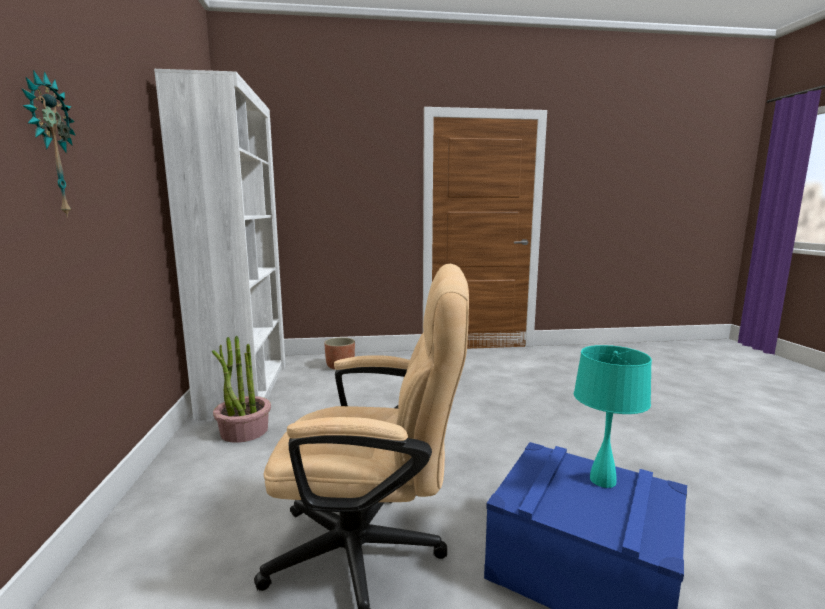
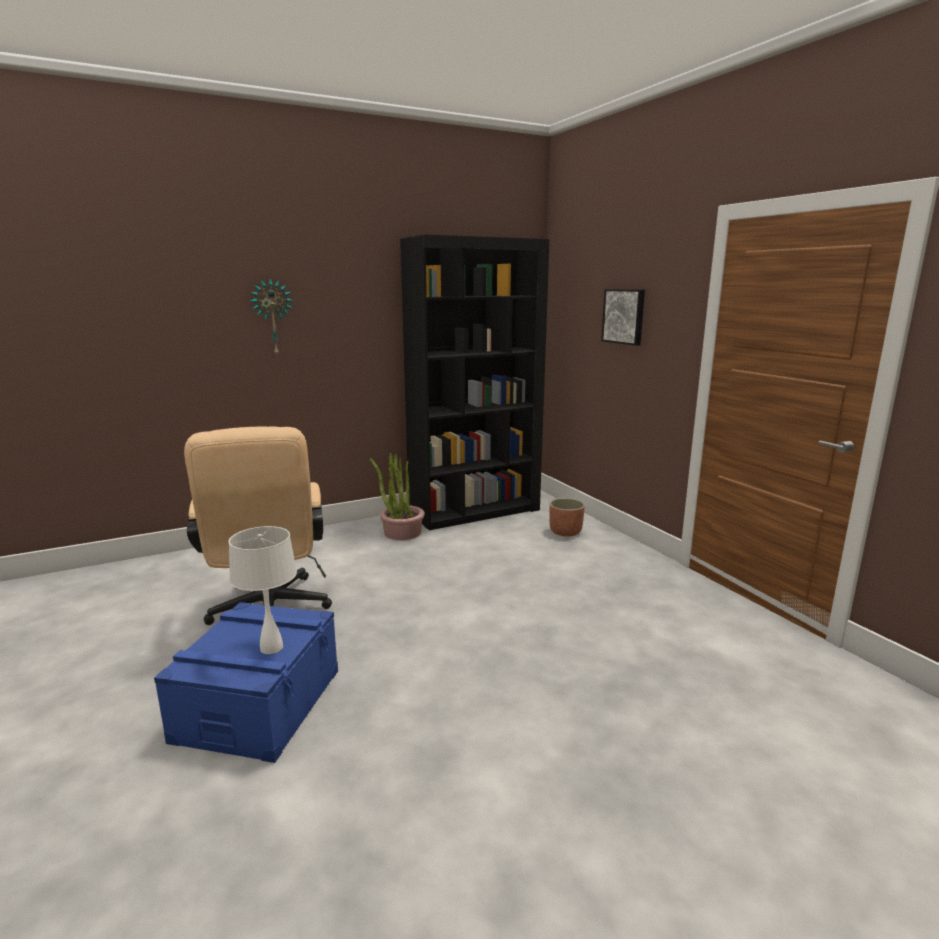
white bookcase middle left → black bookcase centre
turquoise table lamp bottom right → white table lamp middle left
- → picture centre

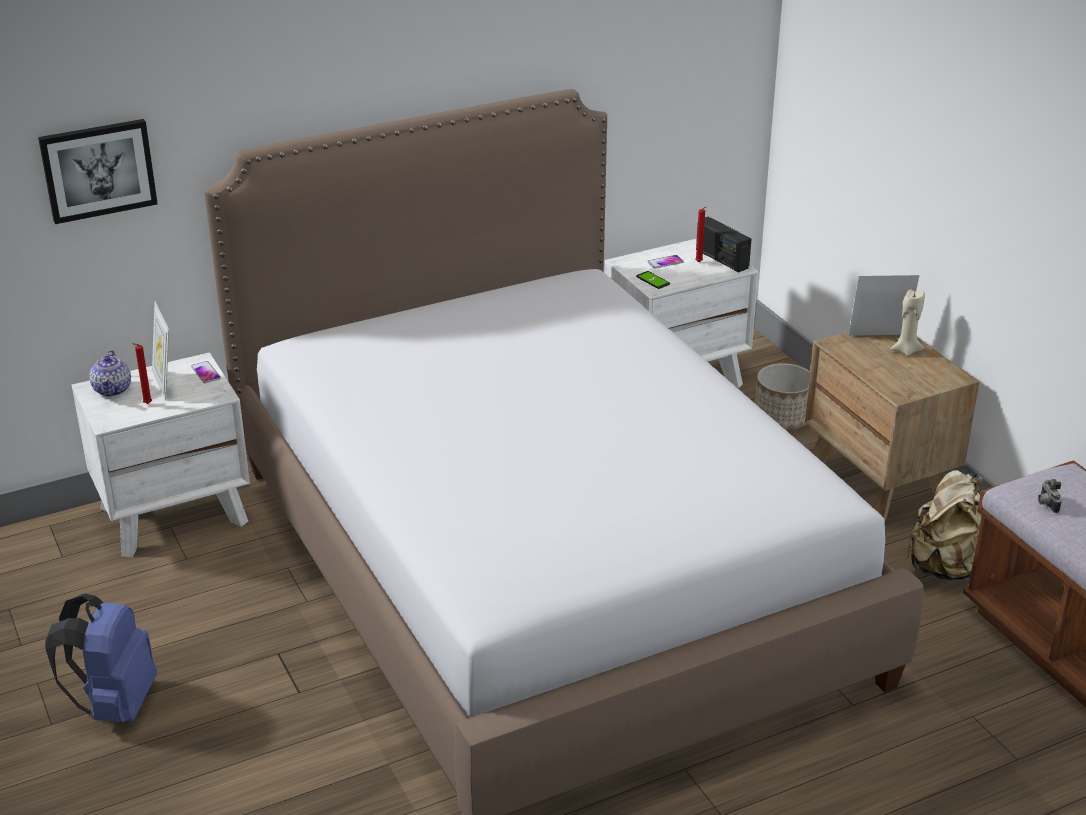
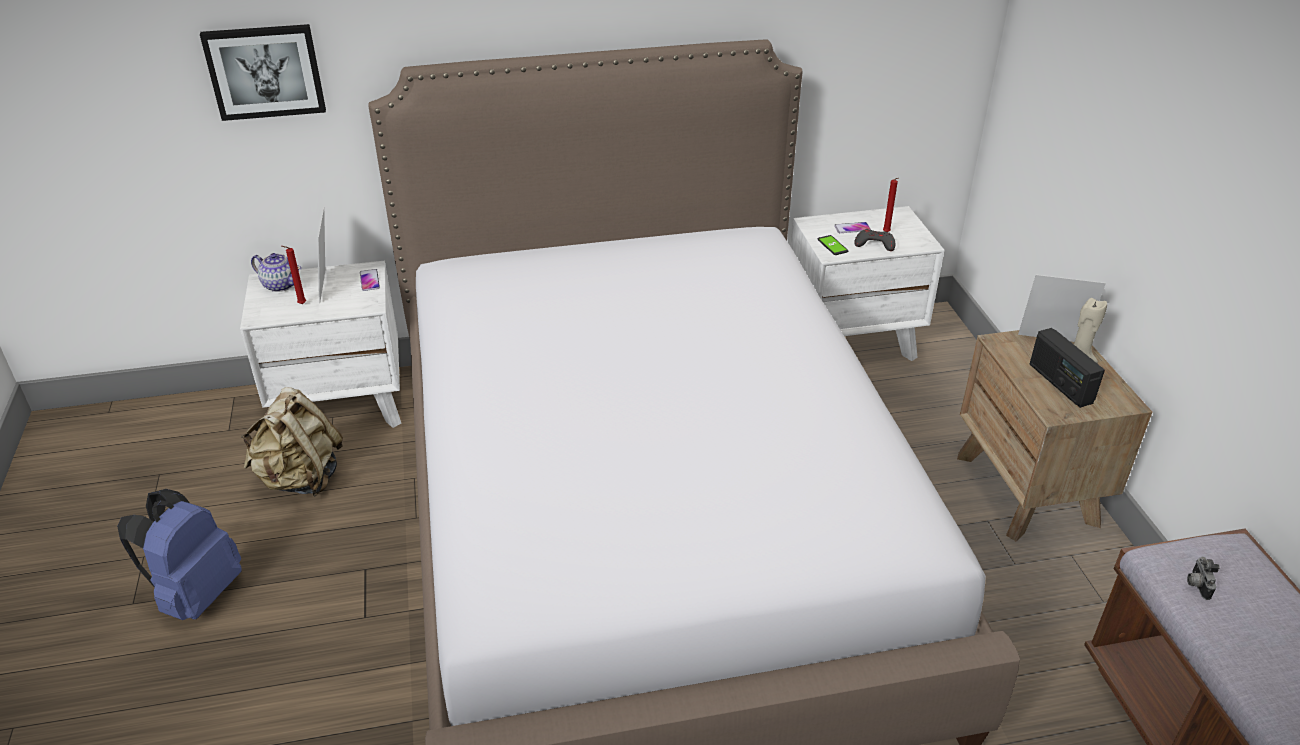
teapot middle left, 75 degrees counterclockwise
radio top right → radio middle right, shifted
planter middle right → -
beige backpack middle right → beige backpack middle left, shifted
- → grey game controller top right

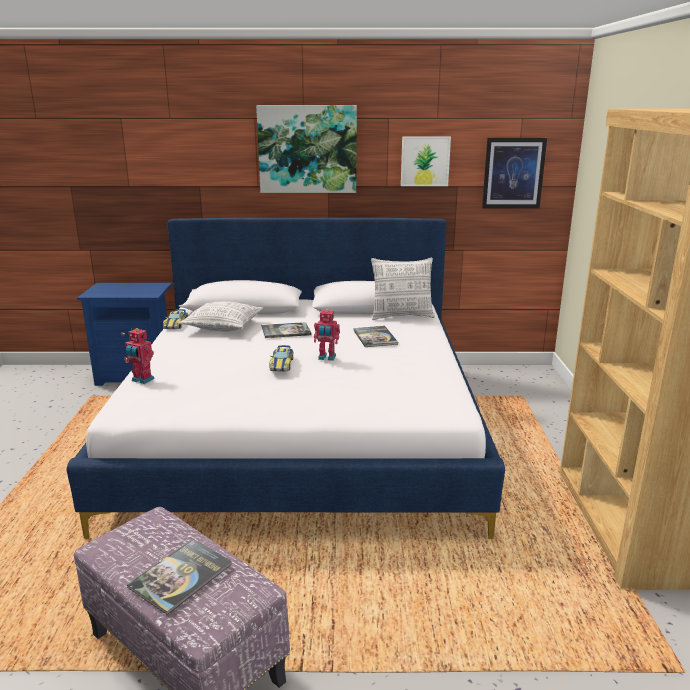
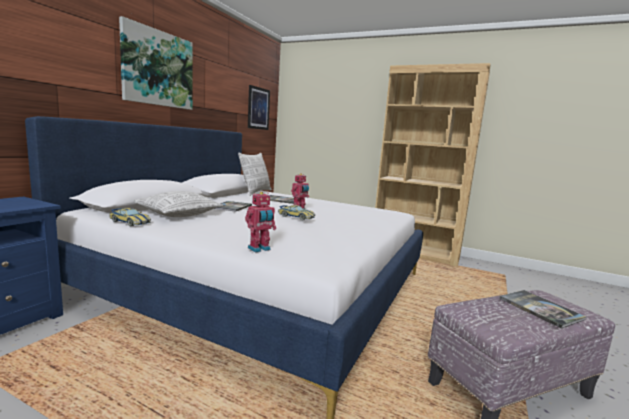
picture (no. 2 from left) top centre → -

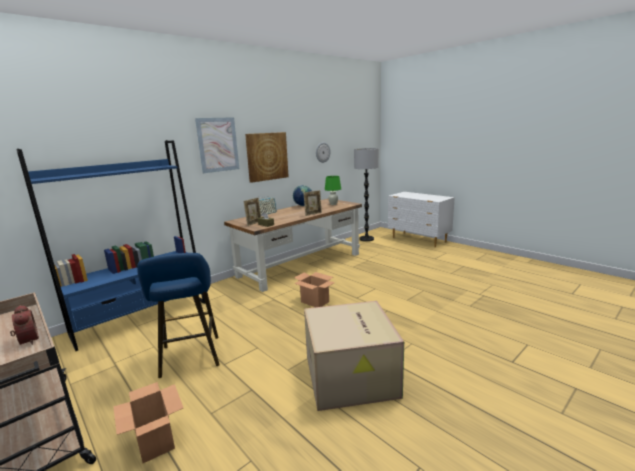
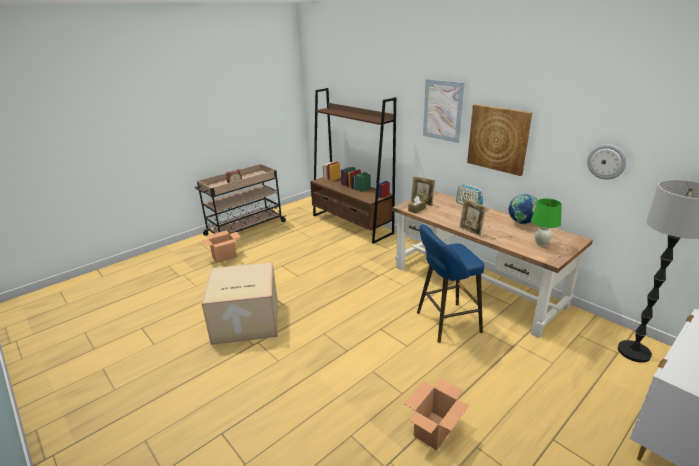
blue bookcase middle left → brown bookcase centre
blue stool bottom left → blue stool centre, shifted
cardboard box (no. 2 from left in the first image) centre → cardboard box (no. 3 from left) bottom centre, shifted

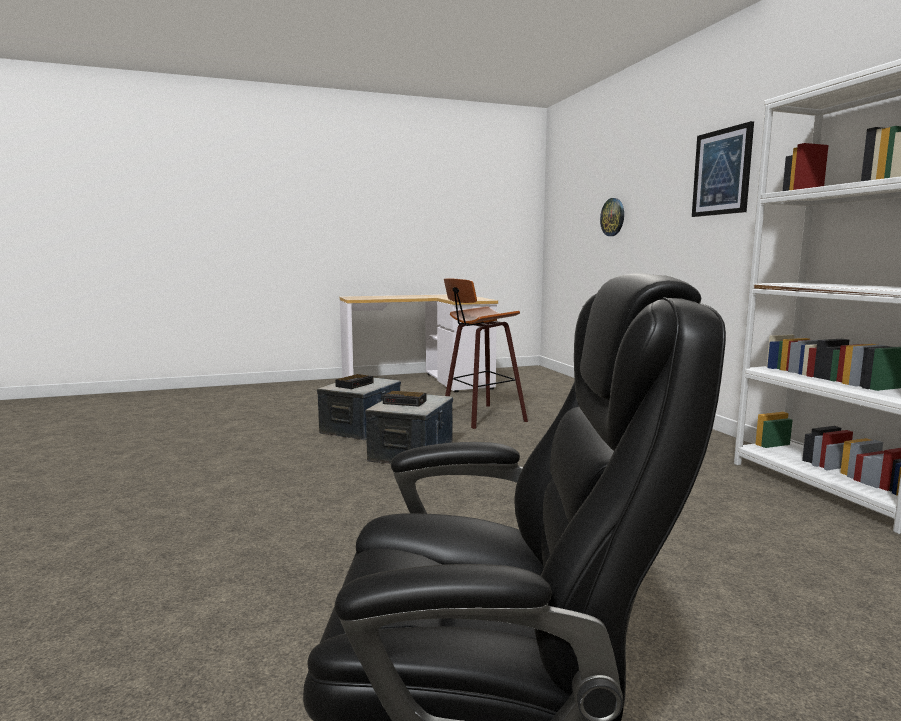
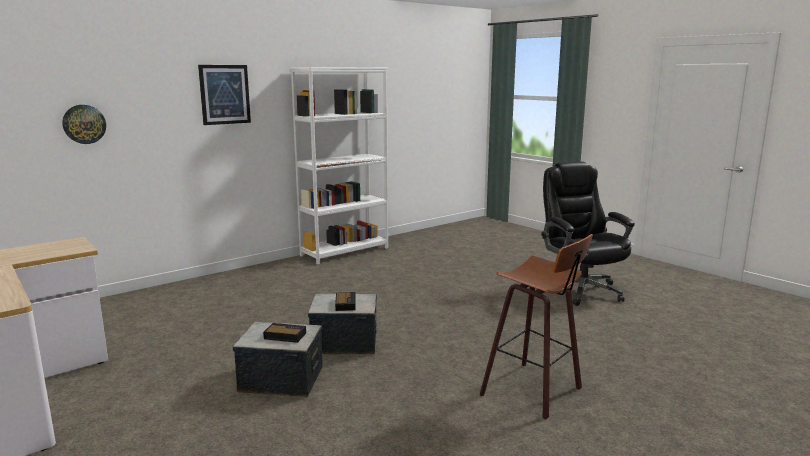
stool centre → stool bottom centre, shifted

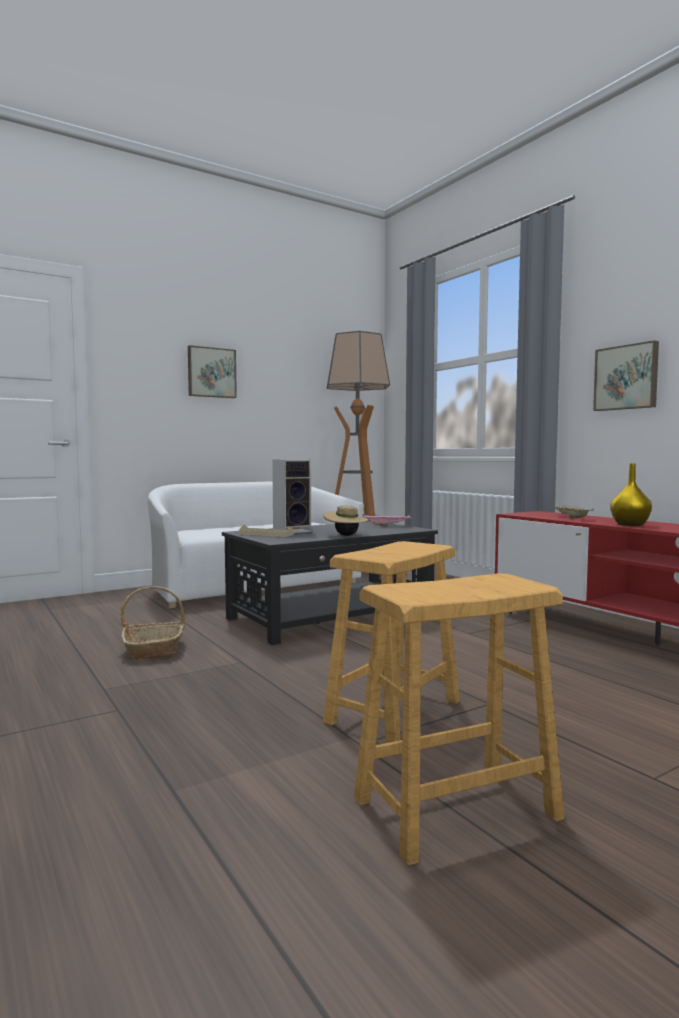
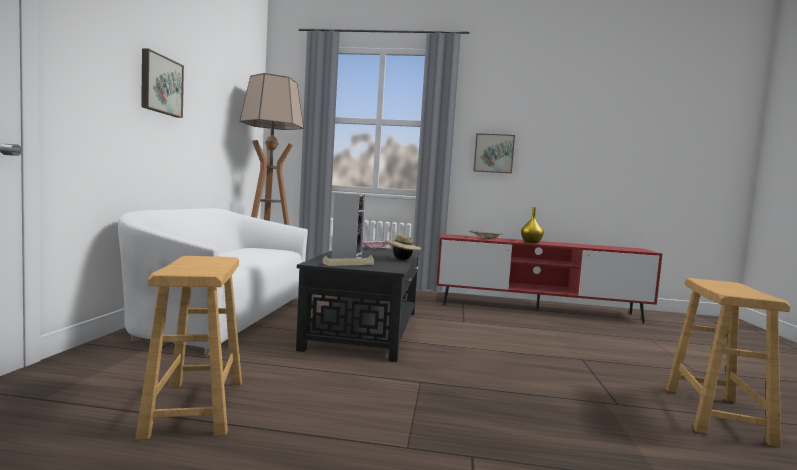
basket middle left → -
brown stool (no. 1 from left) centre → brown stool (no. 1 from left) bottom left, shifted

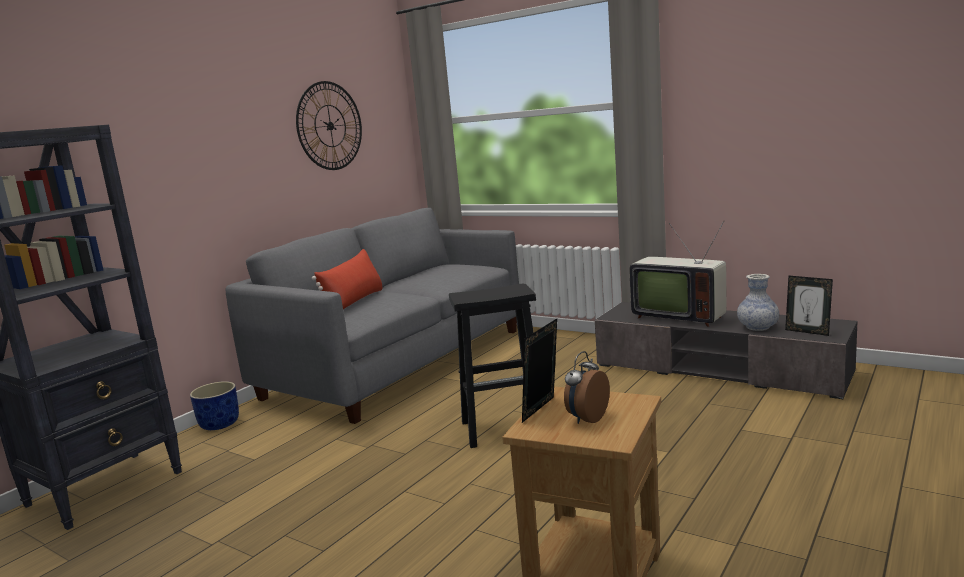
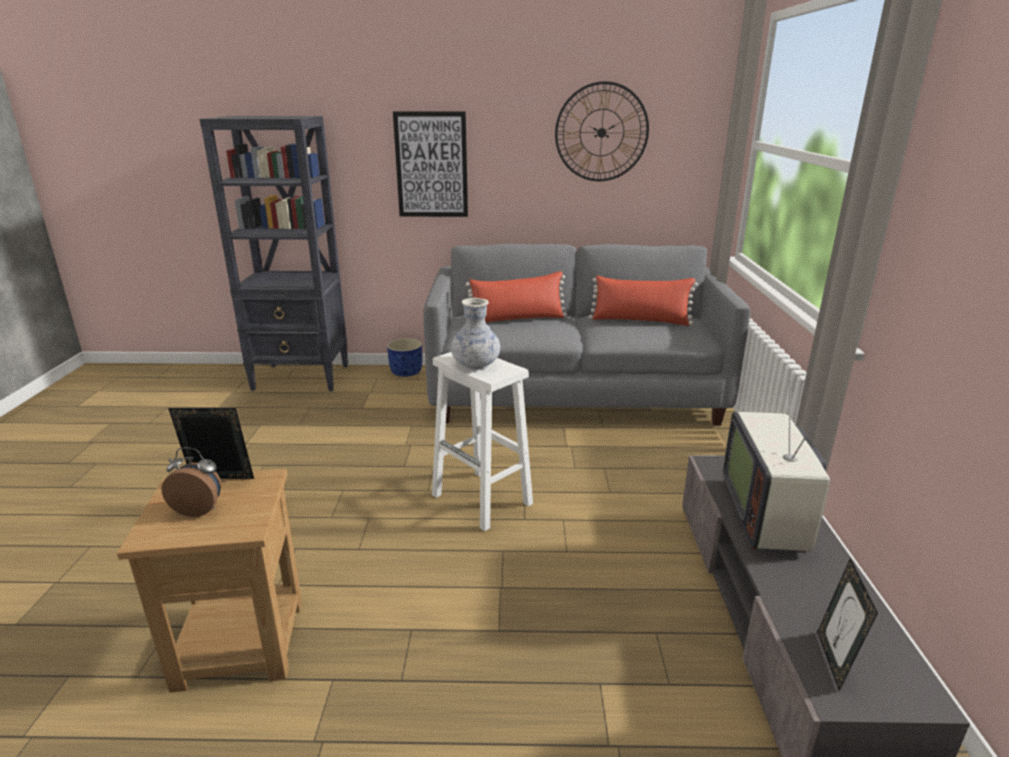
black stool centre → white stool centre
vase middle right → vase centre, shifted
- → picture top centre
- → red pillow (no. 2 from left) centre

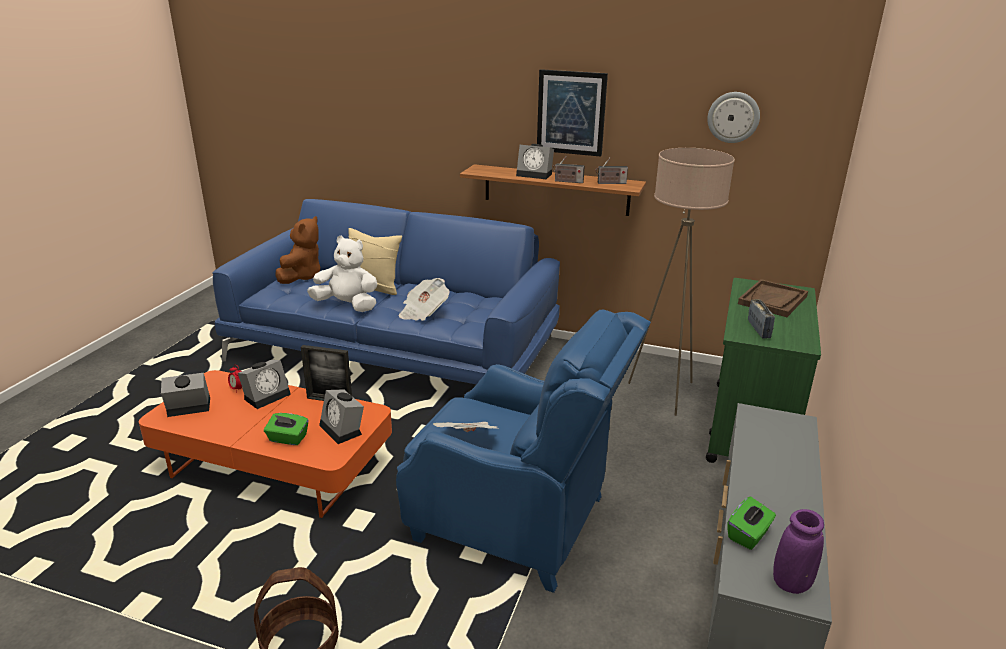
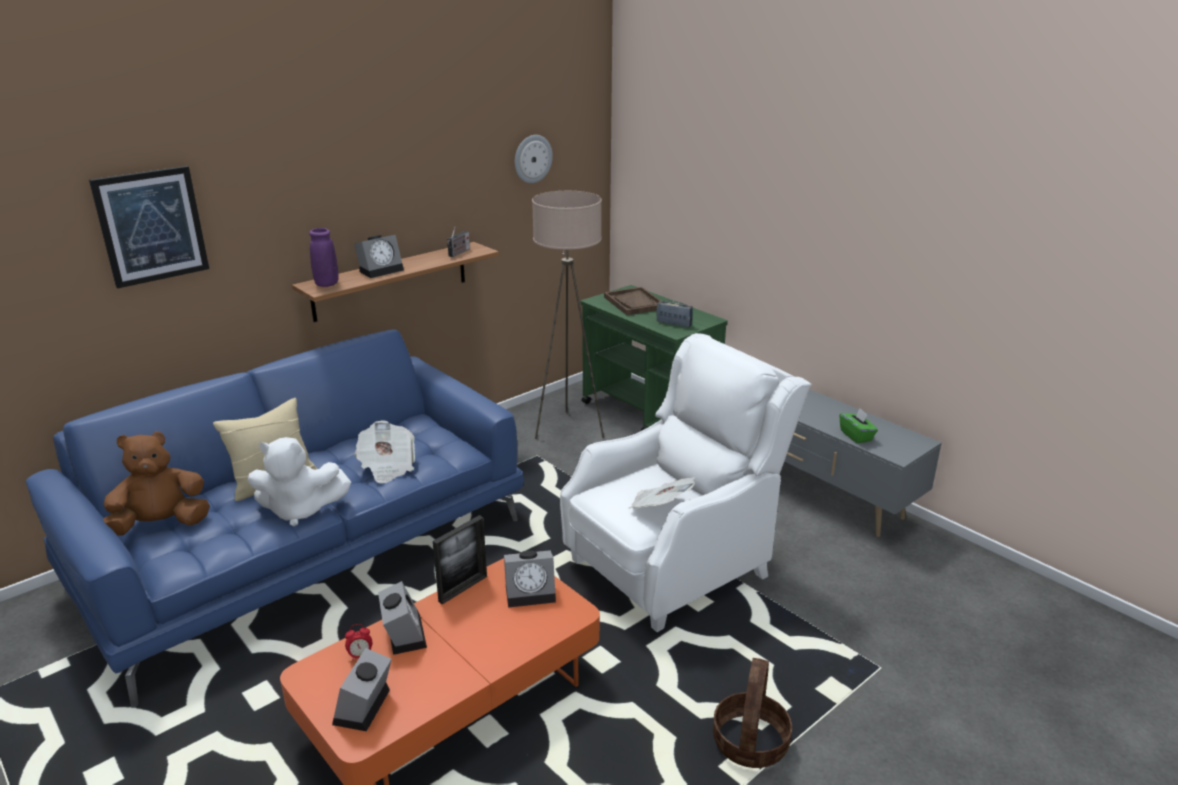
green tissue box (no. 1 from left) middle left → -
brown plush toy middle left, 75 degrees counterclockwise
white plush toy centre → white plush toy middle left, 135 degrees counterclockwise
blue armchair bottom centre → white armchair centre
picture top centre → picture top left, shifted
radio (no. 1 from left) top centre → -
purple vase bottom right → purple vase top left, shifted

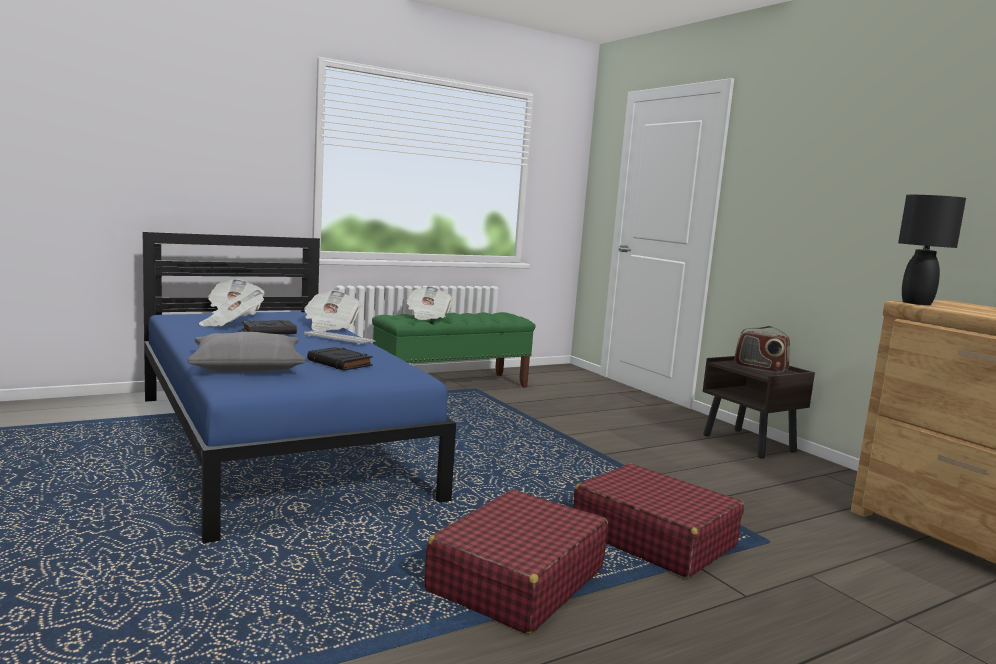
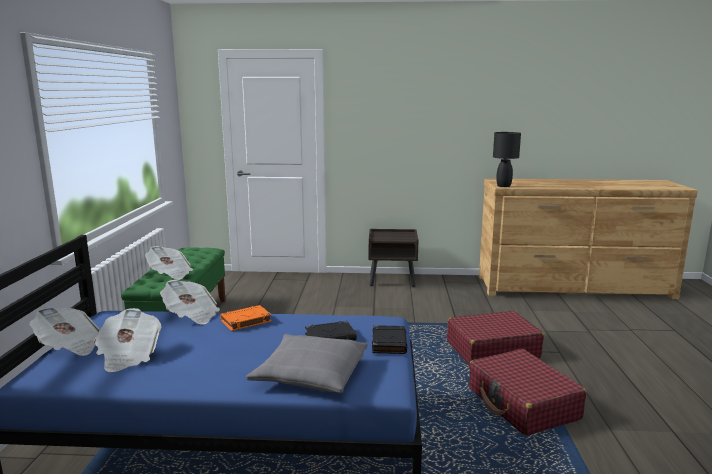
black book (no. 1 from left in the first image) middle left → black book (no. 2 from left) bottom centre, shifted
keyboard centre → orange book bottom centre
radio middle right → -

